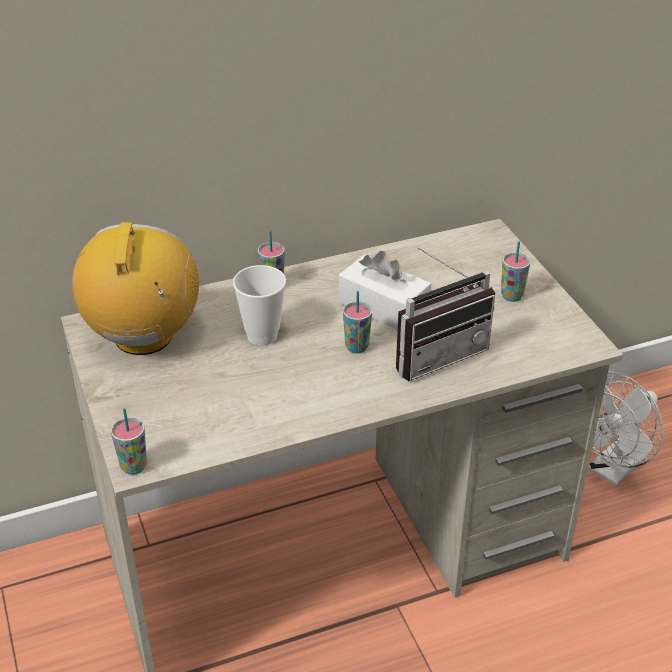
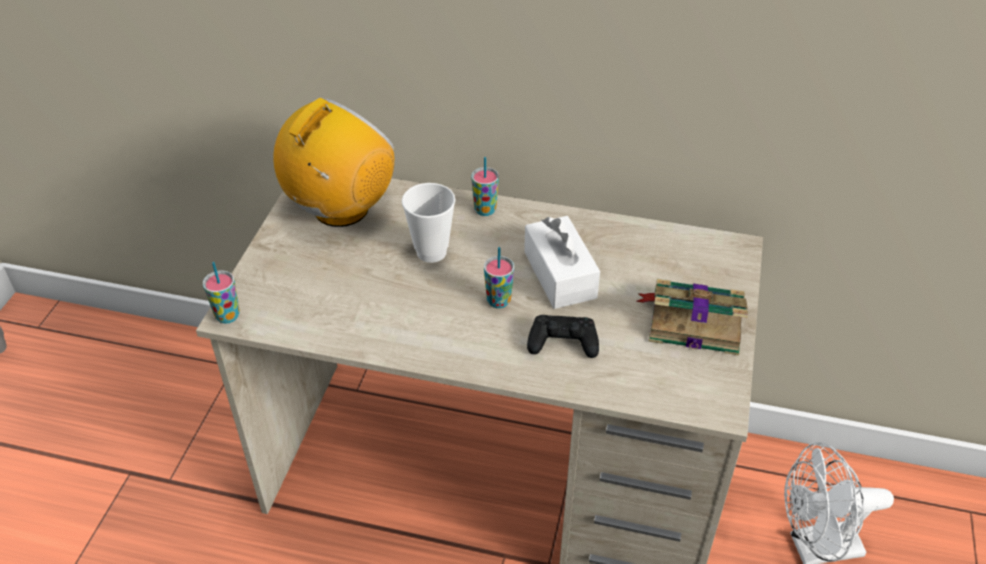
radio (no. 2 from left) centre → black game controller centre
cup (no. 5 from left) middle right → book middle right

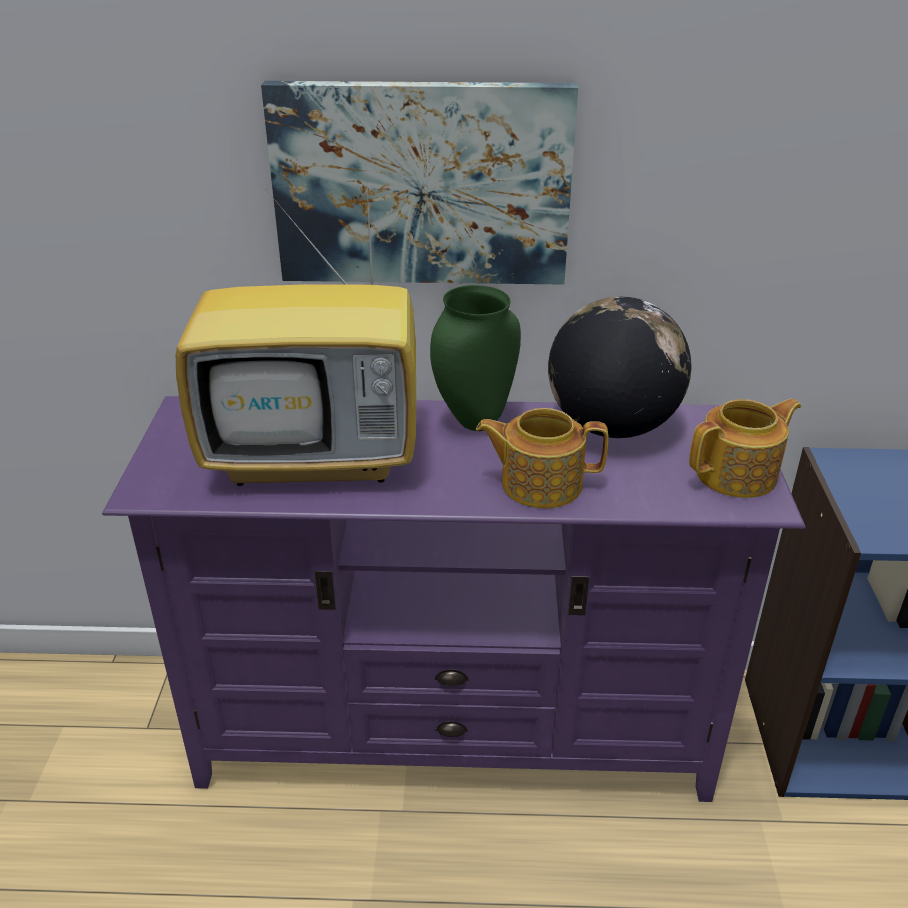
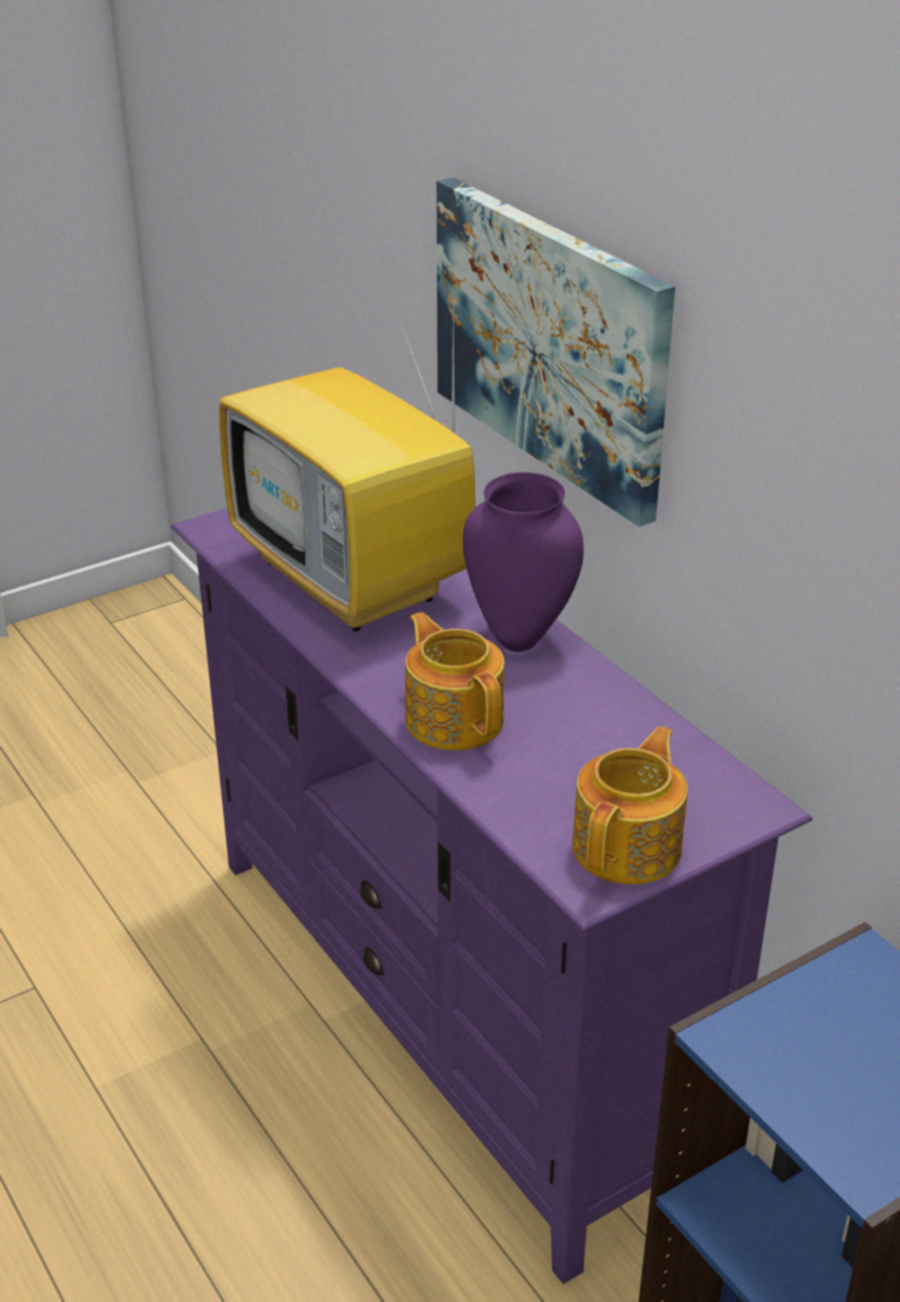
green vase centre → purple vase centre
globe middle right → -
teapot (no. 2 from left) middle right, 90 degrees counterclockwise

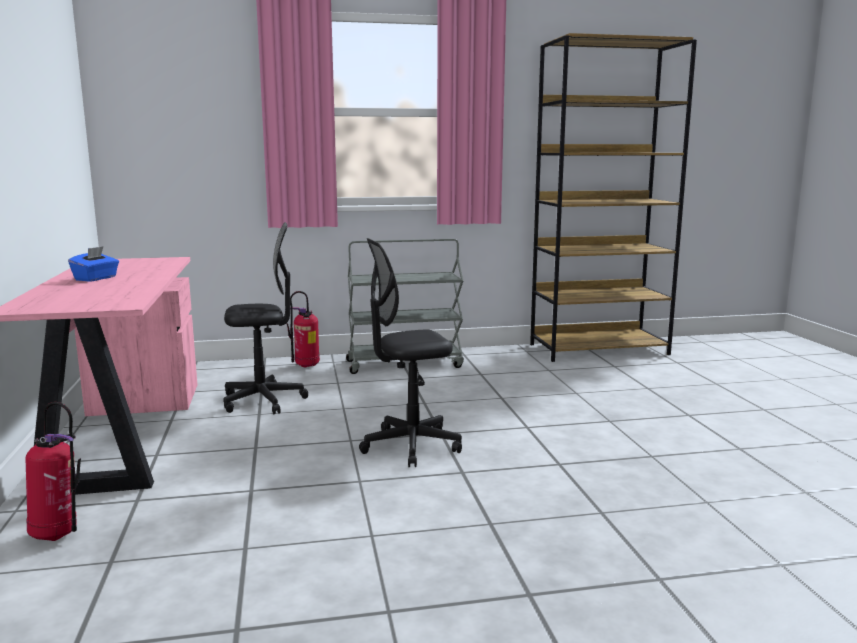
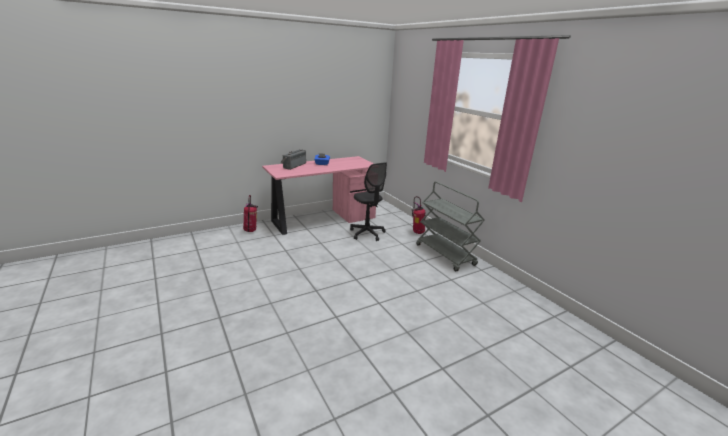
black office chair (no. 2 from left) centre → -
brown bookcase top right → -
- → radio centre

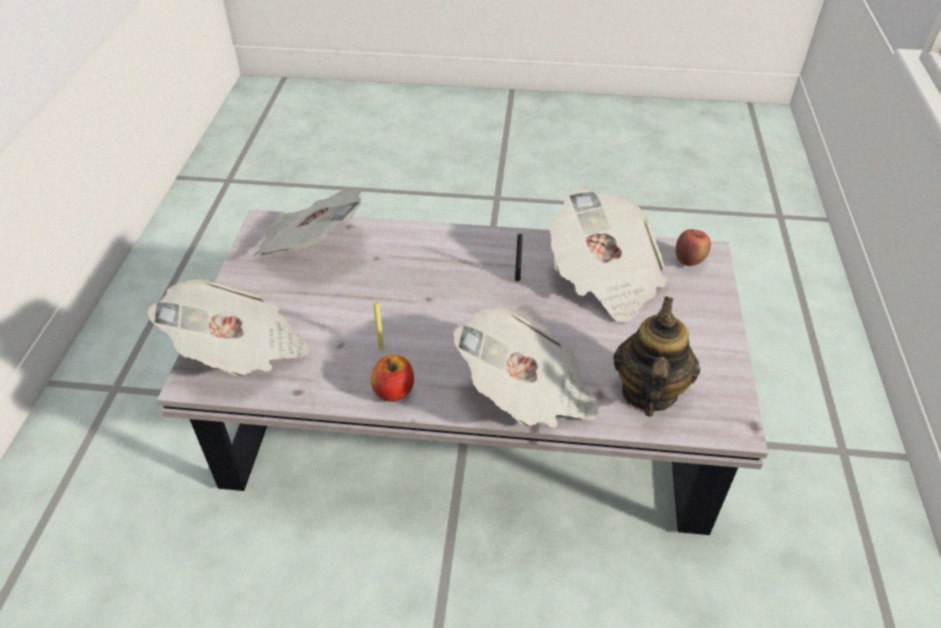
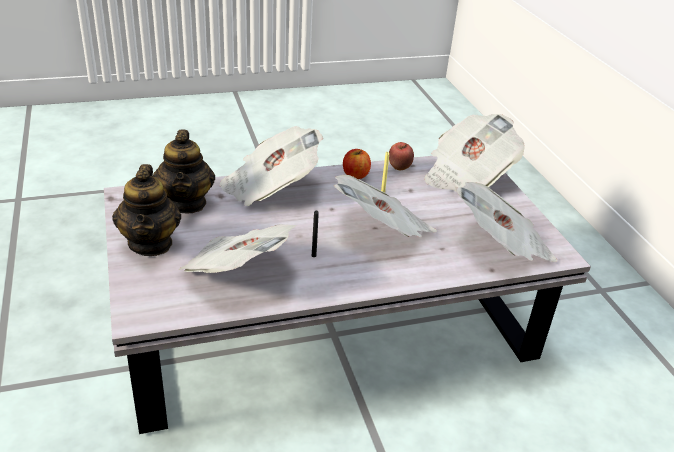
apple (no. 2 from left) middle right → apple (no. 2 from left) centre, shifted
- → teapot (no. 1 from left) middle left
- → newspaper (no. 3 from left) centre

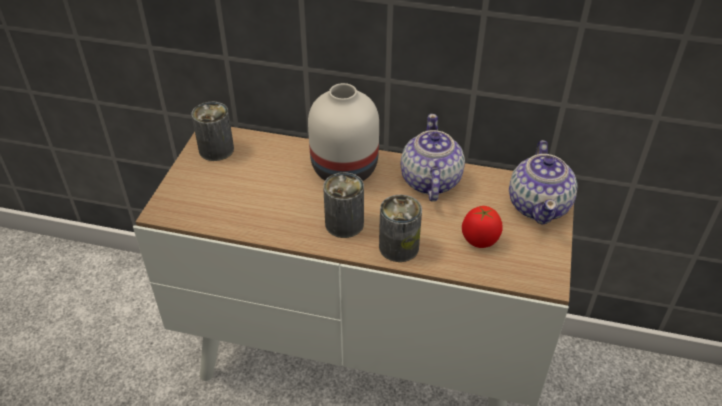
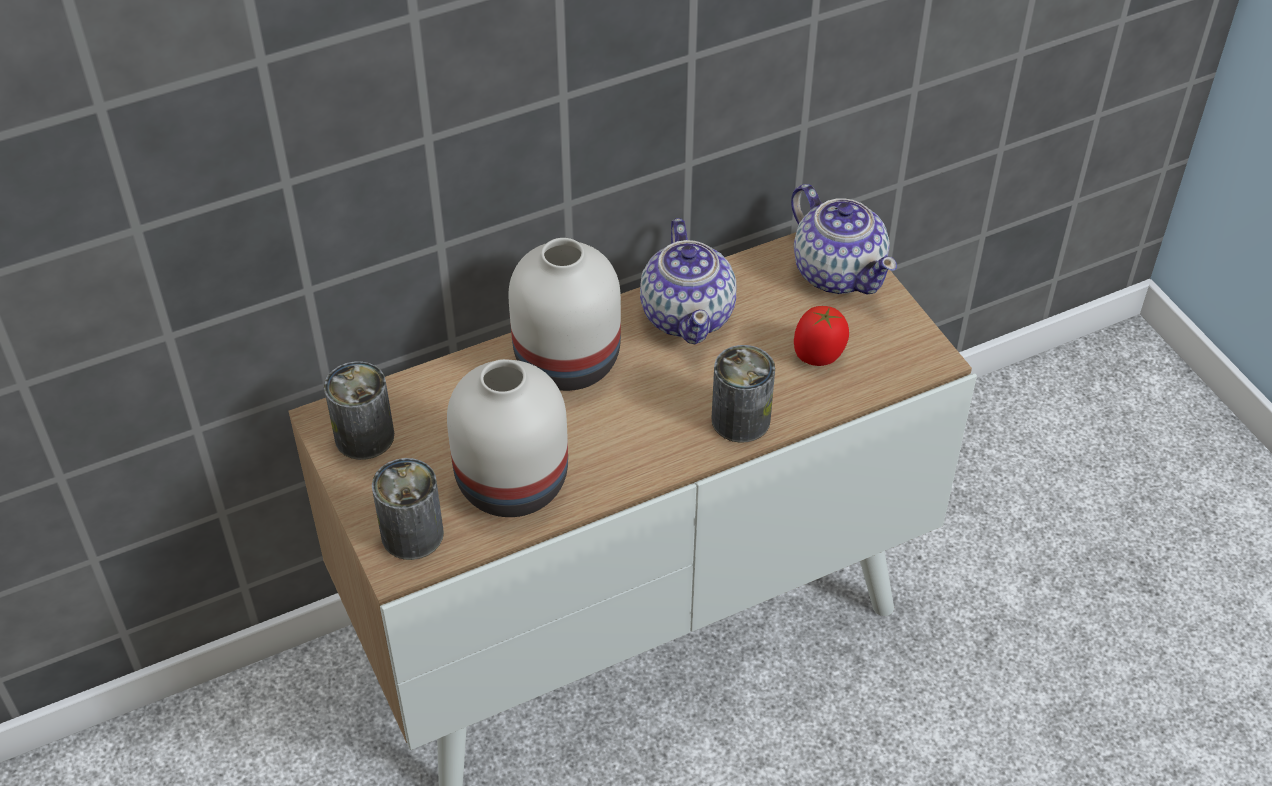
can (no. 2 from left) centre → can (no. 2 from left) middle left, shifted
teapot (no. 1 from left) centre, 150 degrees counterclockwise
- → white vase (no. 1 from left) centre

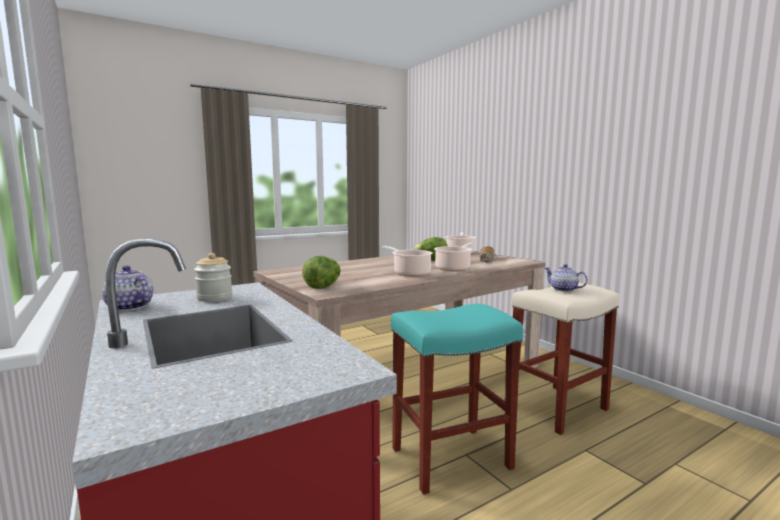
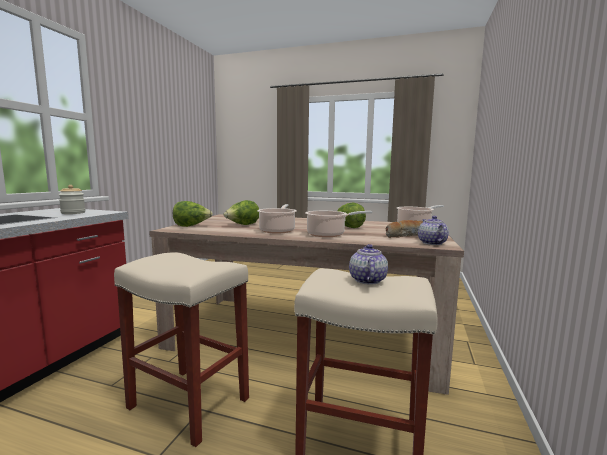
teapot (no. 1 from left in the first image) middle left → teapot (no. 2 from left) middle right, shifted
turquoise stool bottom centre → beige stool (no. 1 from left) bottom left
- → lettuce (no. 2 from left) centre

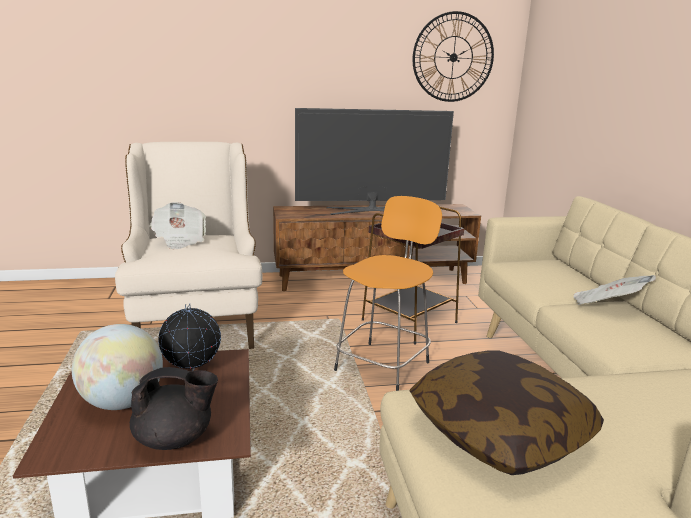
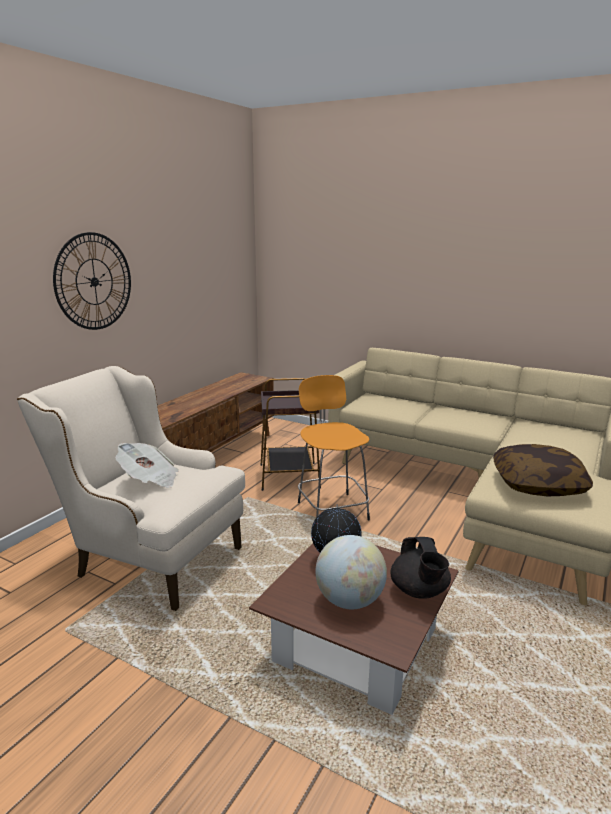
black teapot bottom left → black teapot bottom right, 135 degrees clockwise
television top centre → -
wall clock top centre → wall clock middle left, shifted
newspaper (no. 2 from left) middle right → -

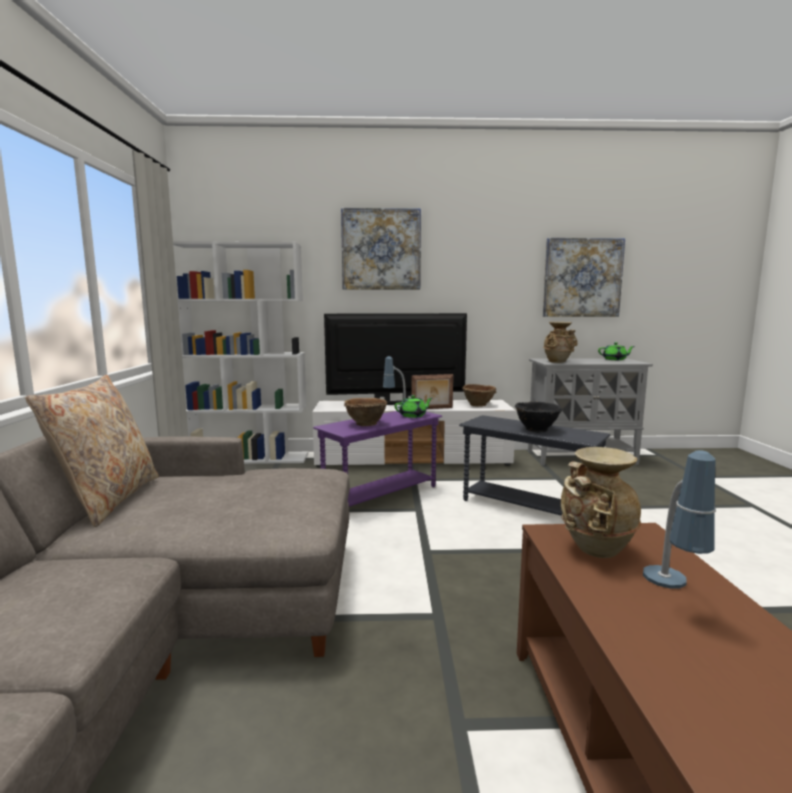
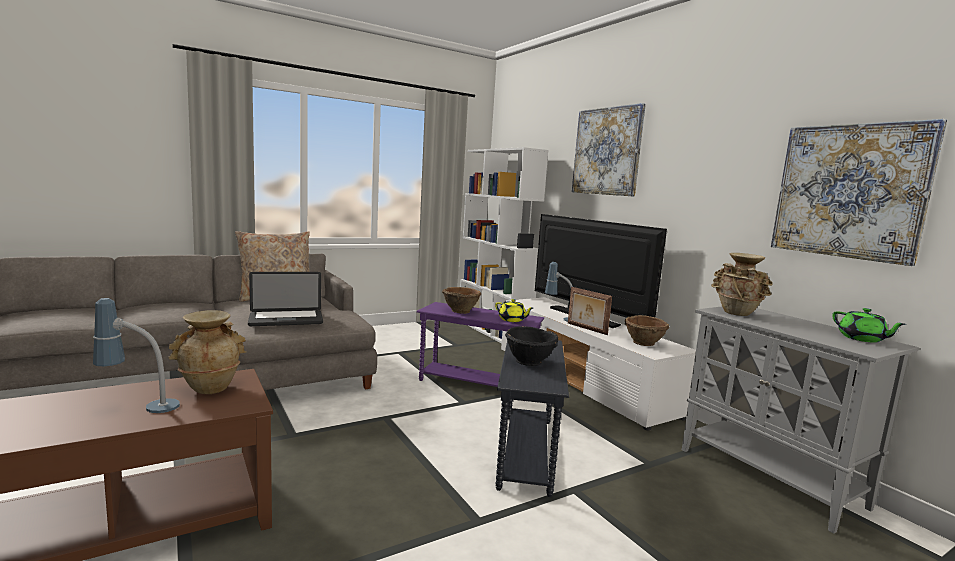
green teapot (no. 1 from left) centre → yellow teapot centre
- → laptop middle left

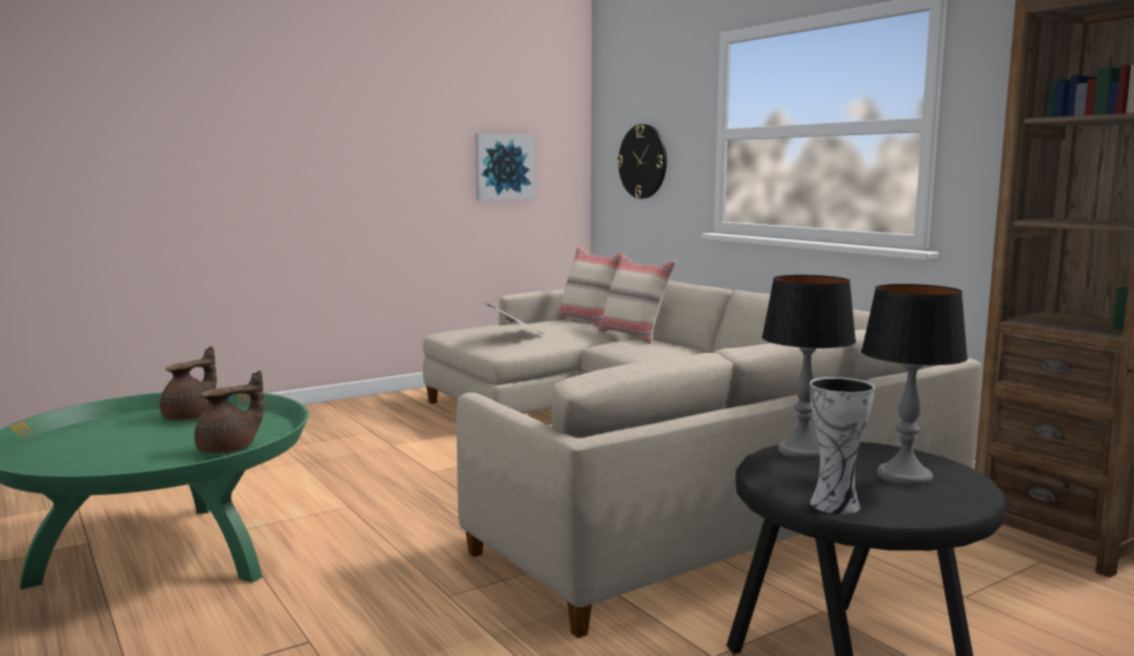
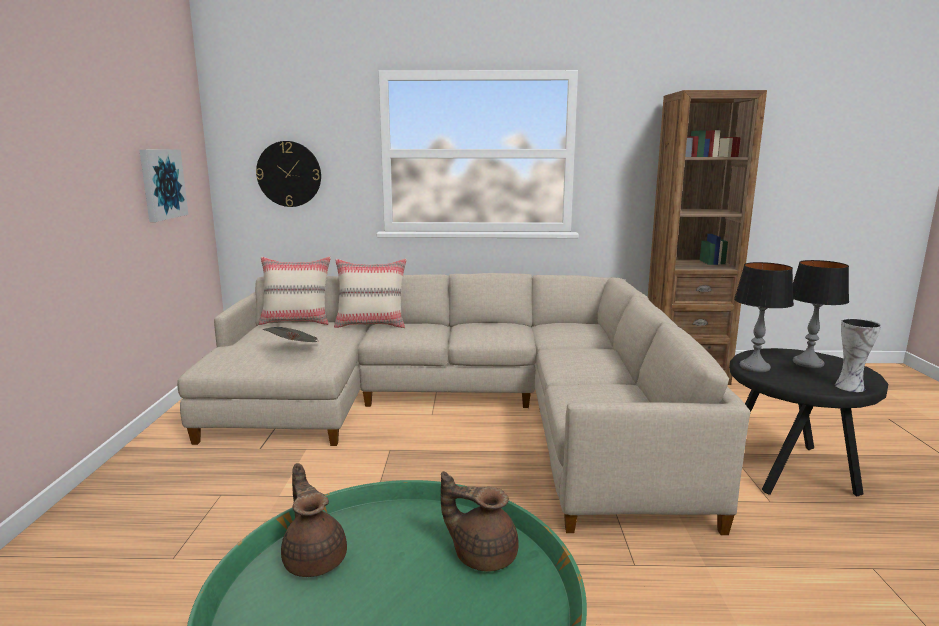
brown teapot (no. 2 from left) middle left → brown teapot (no. 2 from left) bottom centre, 60 degrees counterclockwise

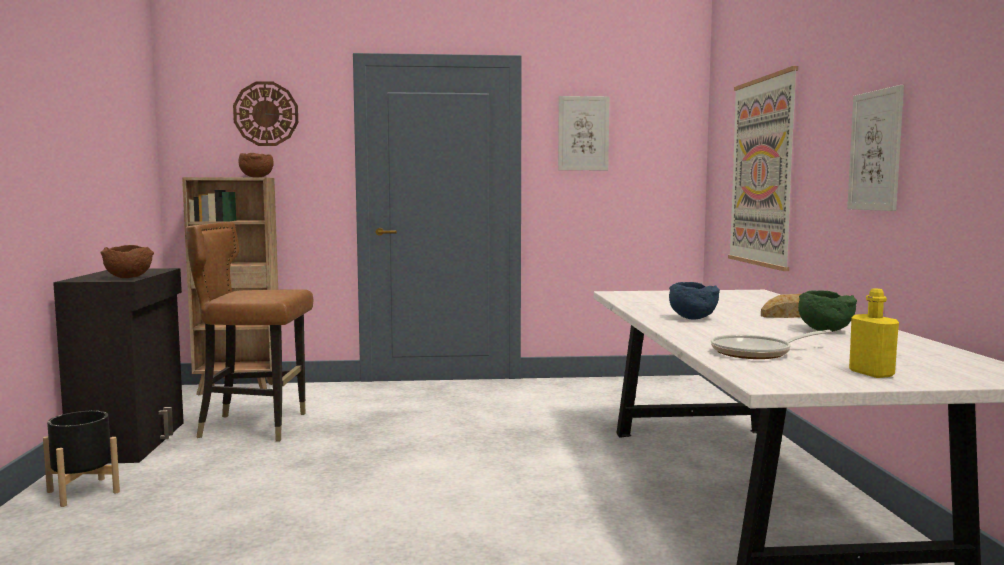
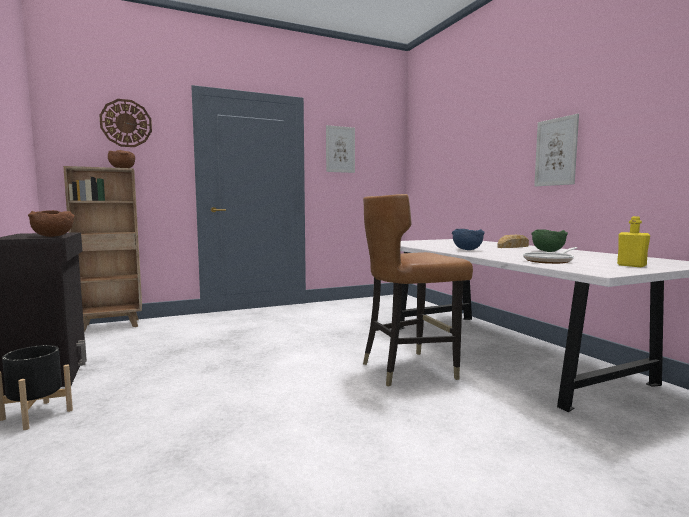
brown chair middle left → brown chair centre, shifted
picture (no. 2 from left) top right → -

